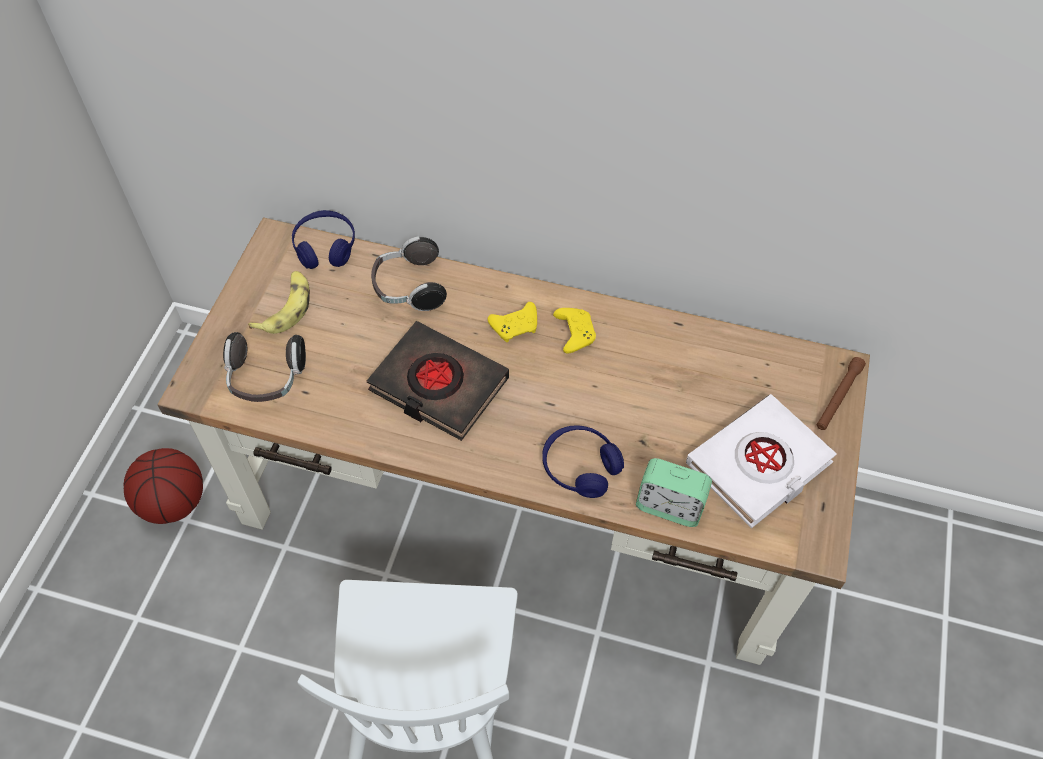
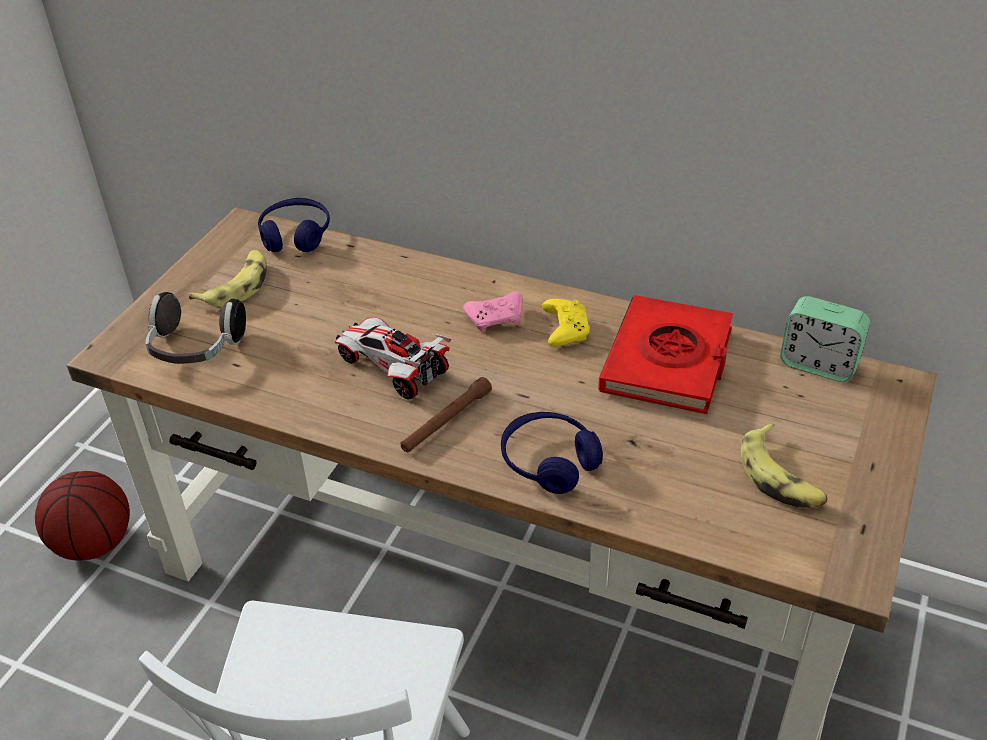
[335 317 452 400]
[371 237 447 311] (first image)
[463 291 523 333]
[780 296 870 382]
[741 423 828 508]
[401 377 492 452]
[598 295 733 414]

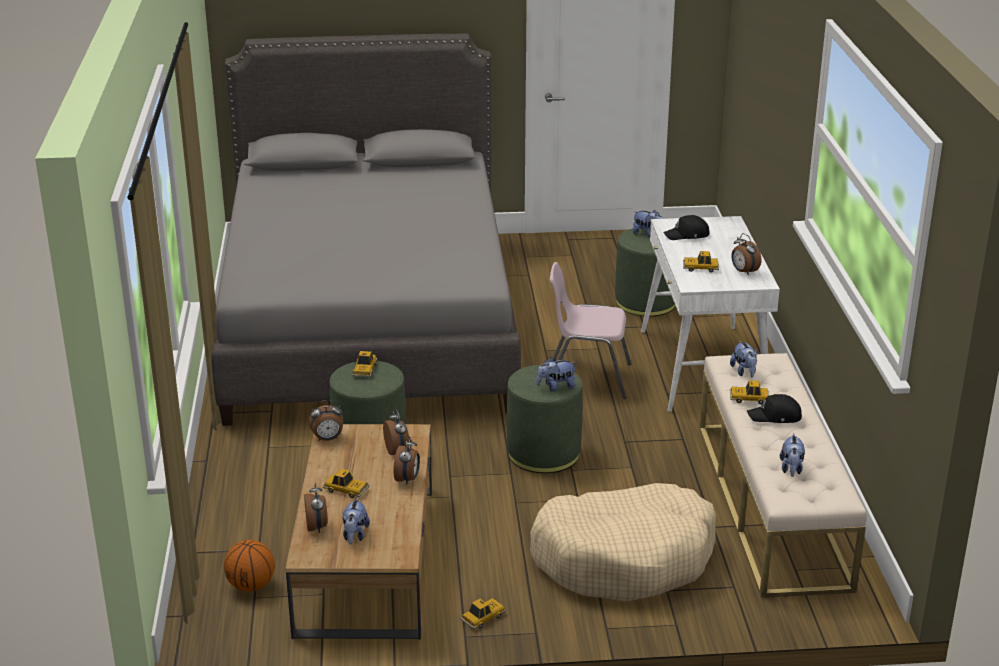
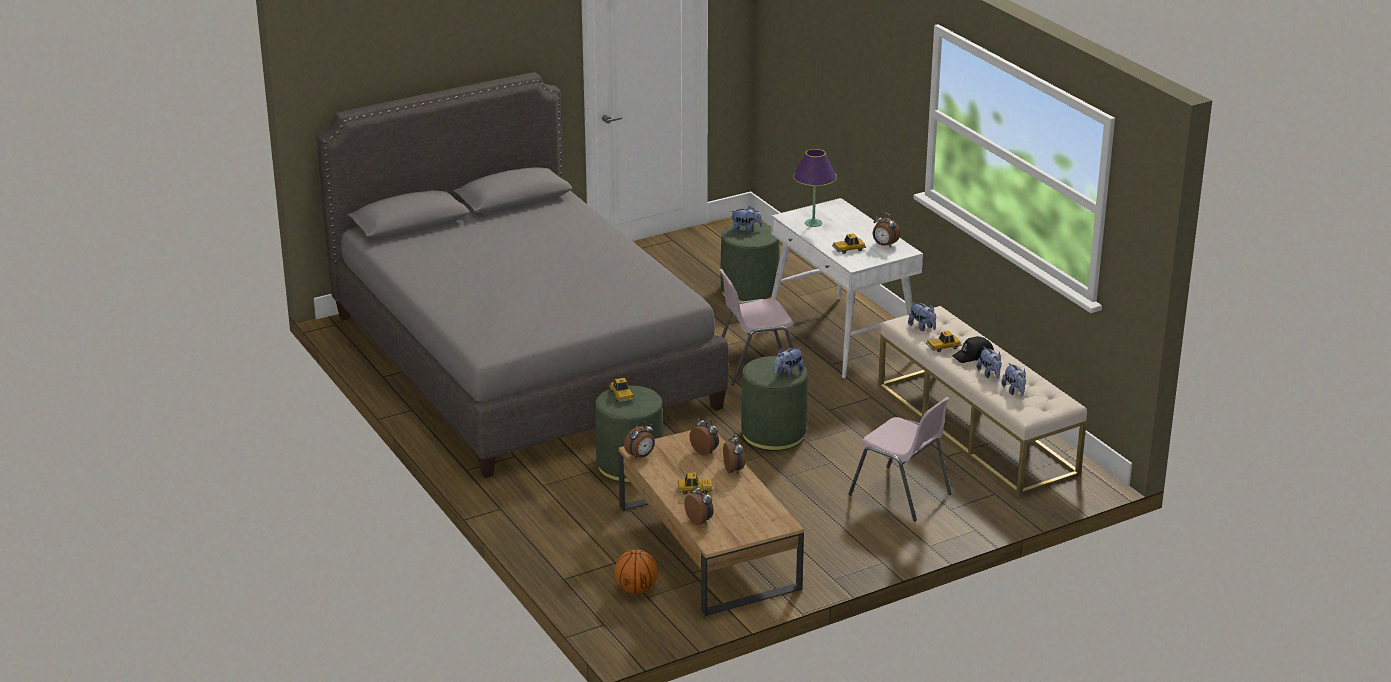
[976 347 1002 379]
[460 598 506 629] (first image)
[848 397 952 521]
[793 149 837 227]

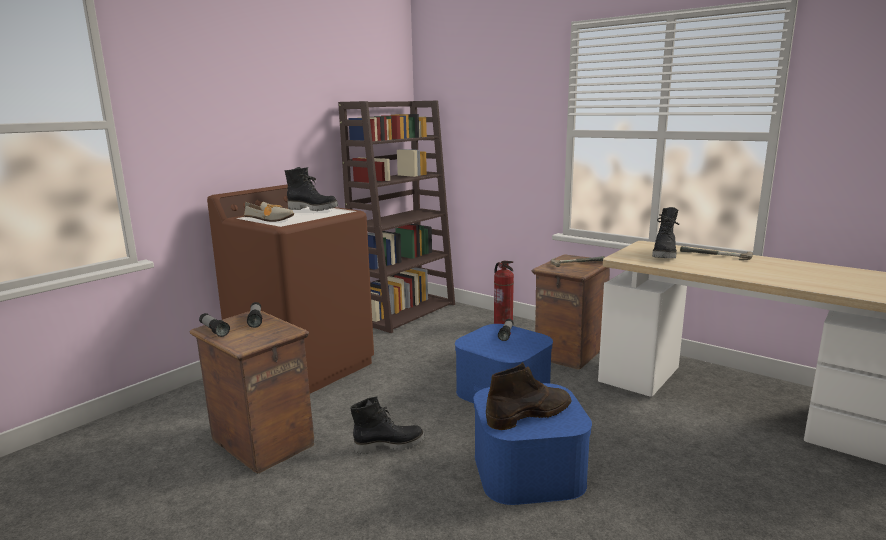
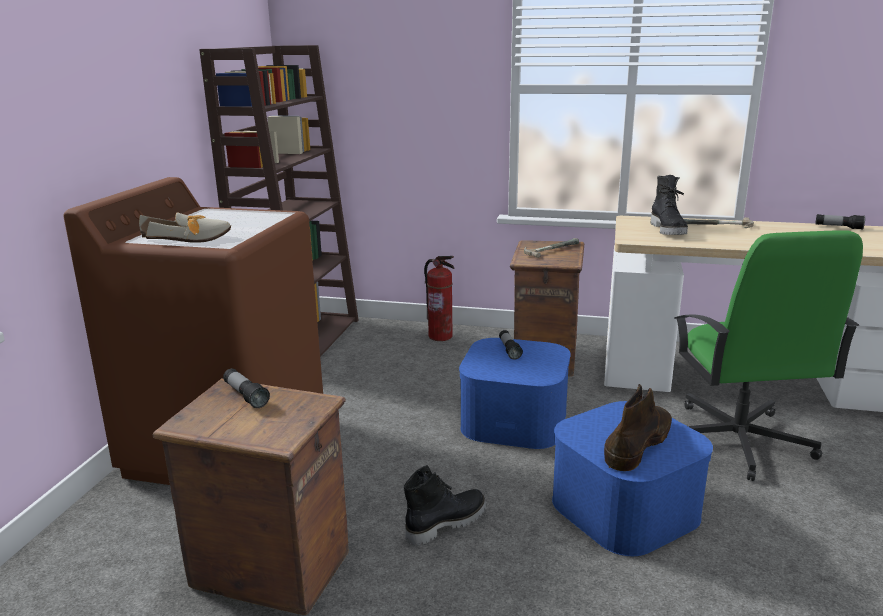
[816 214 865 230]
[285 167 338 211] (first image)
[675 230 863 481]

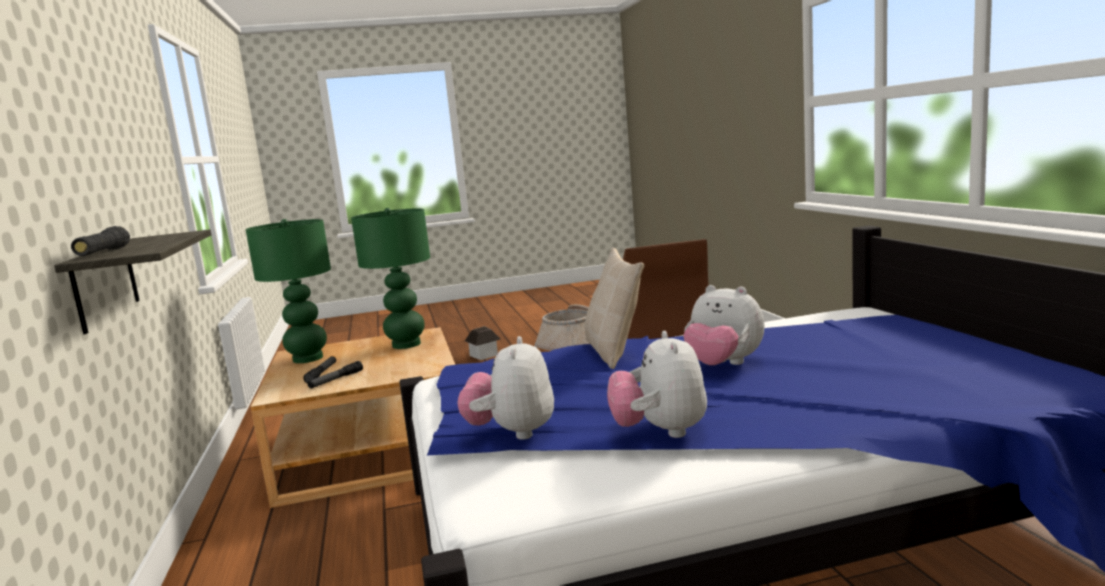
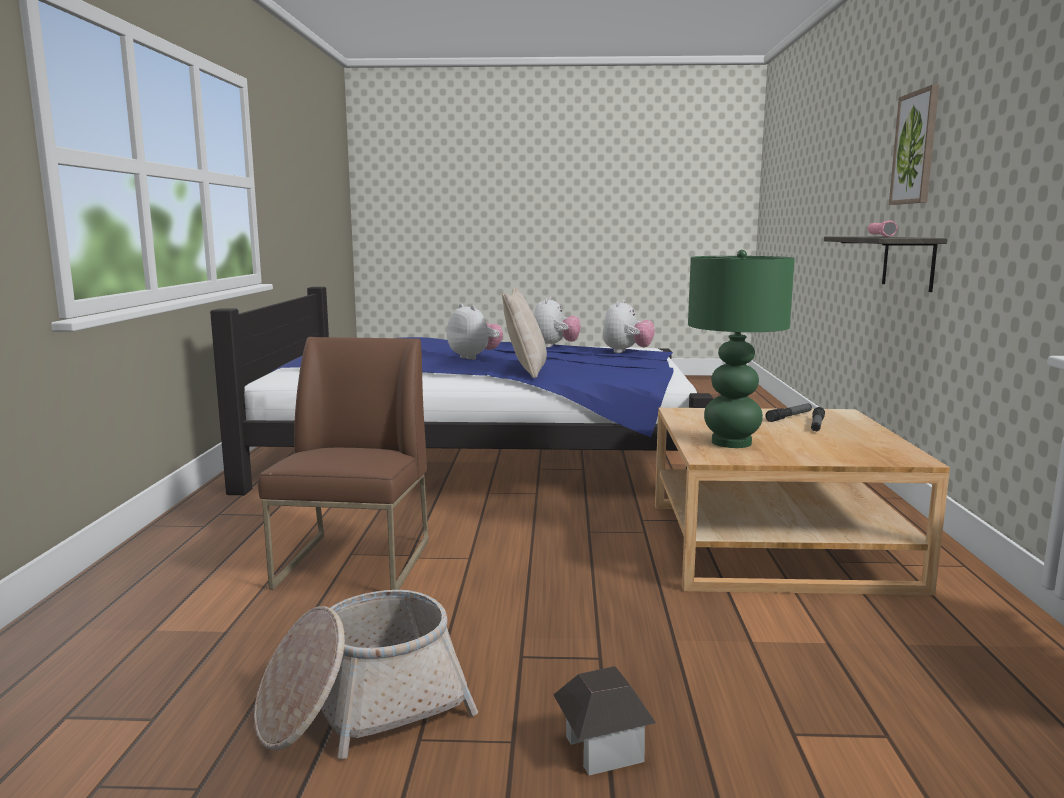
[868 220 898 237]
[246 219 331 363] (first image)
[889 84 939 205]

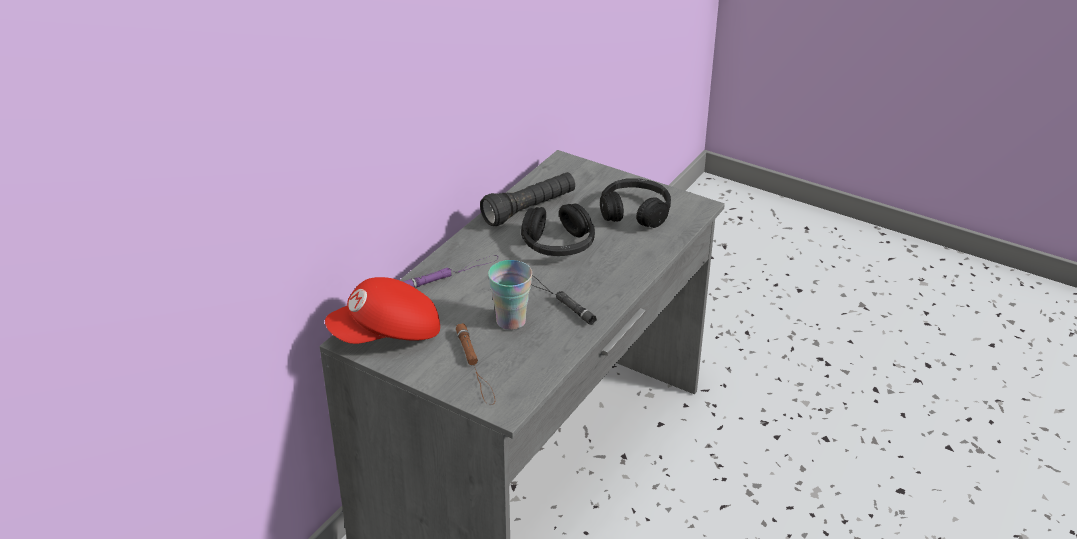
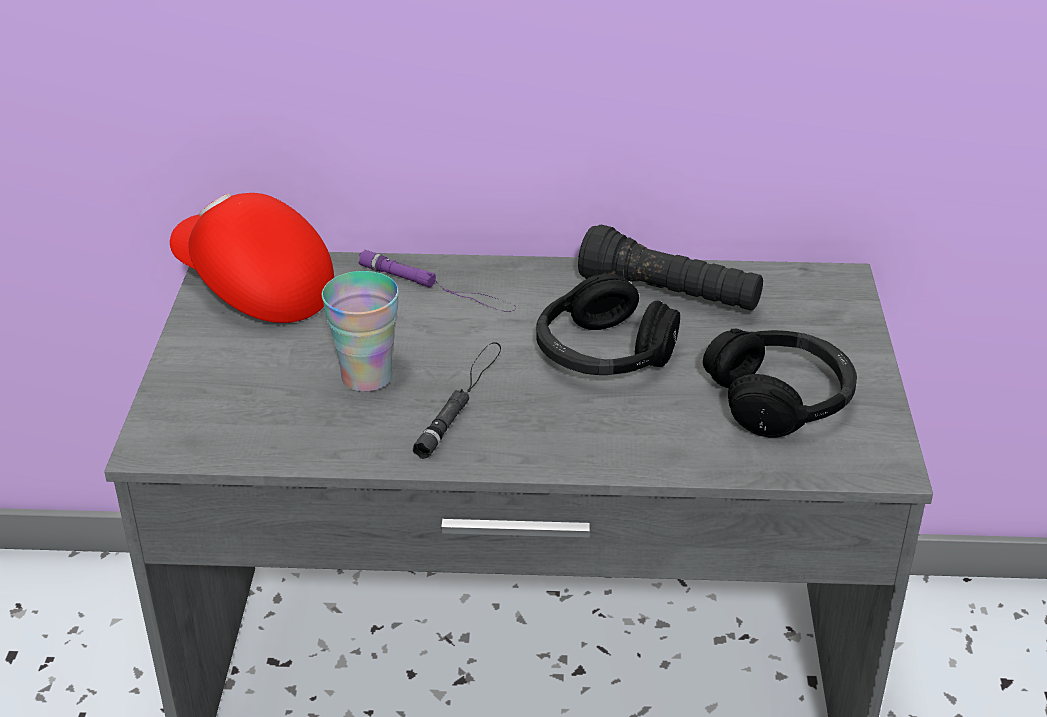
[456 323 495 405] (first image)

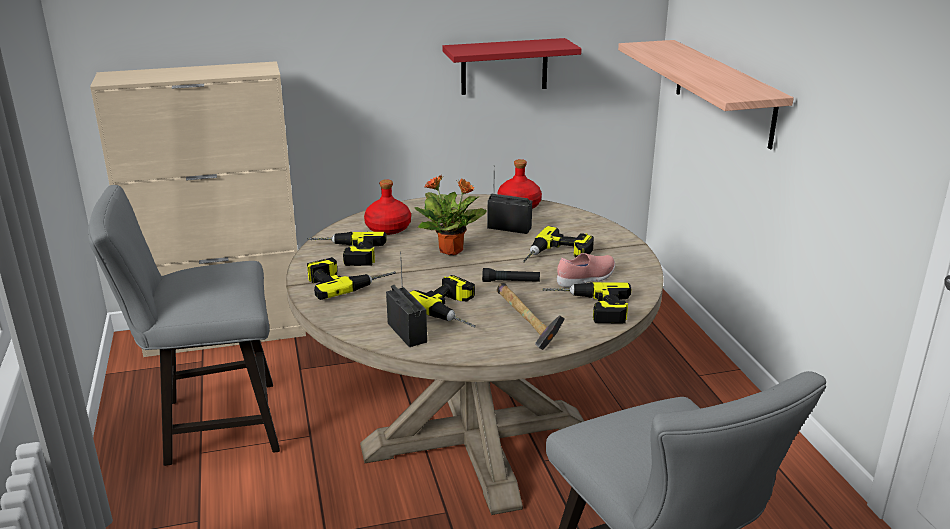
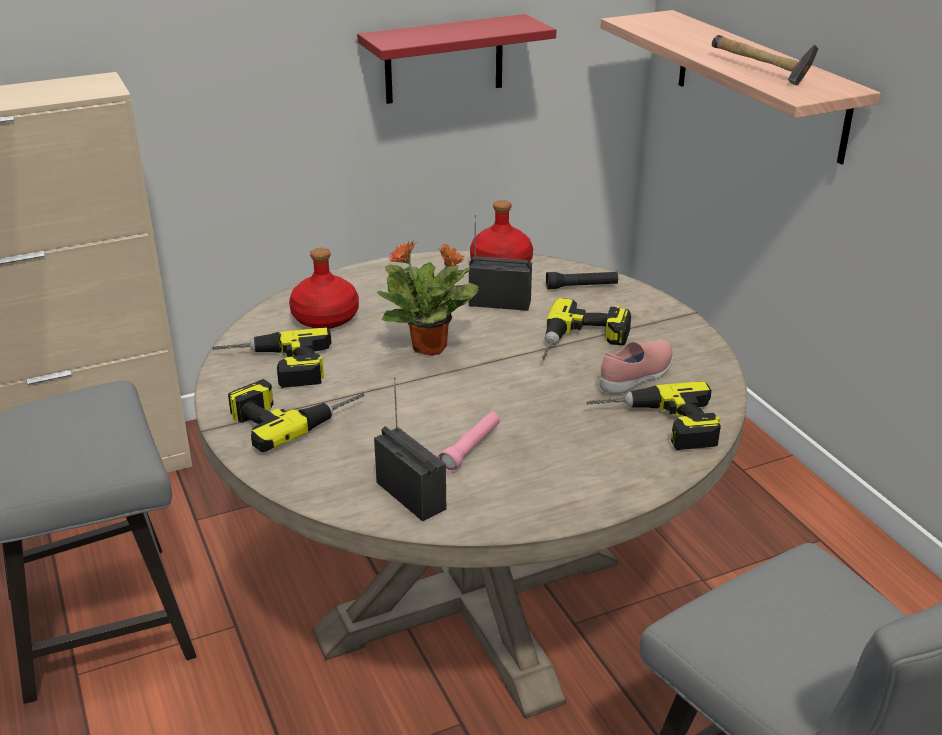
[438 412 500 472]
[546 272 618 289]
[712 35 818 85]

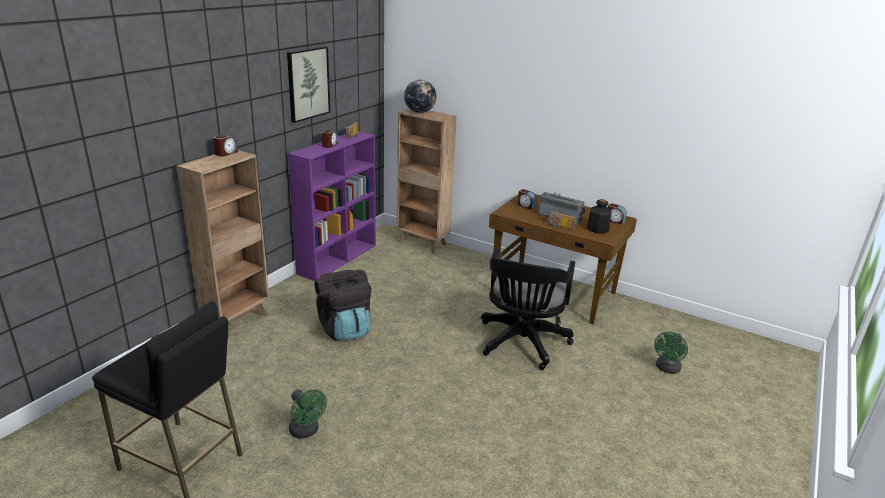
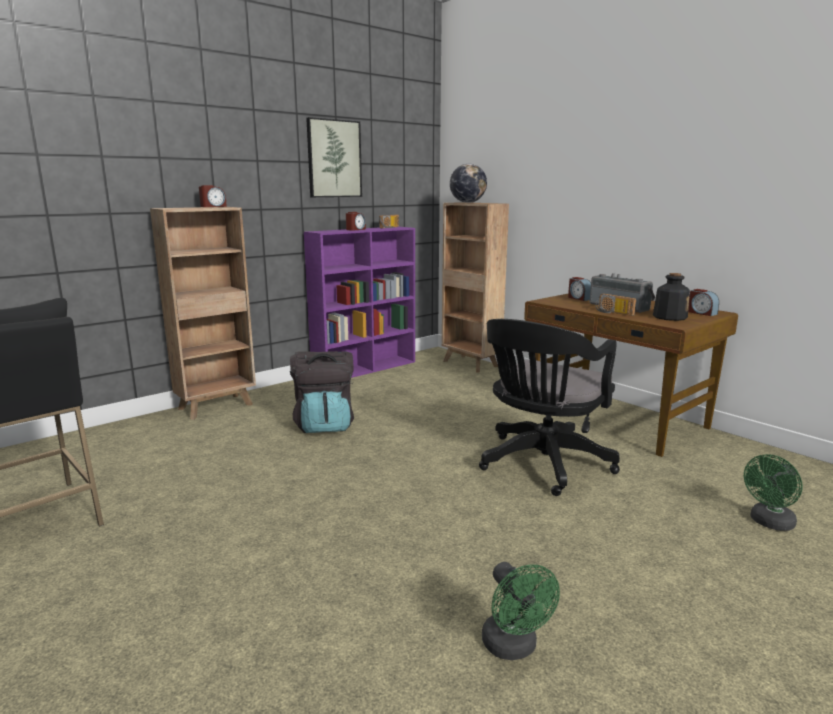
[482 562 560 660]

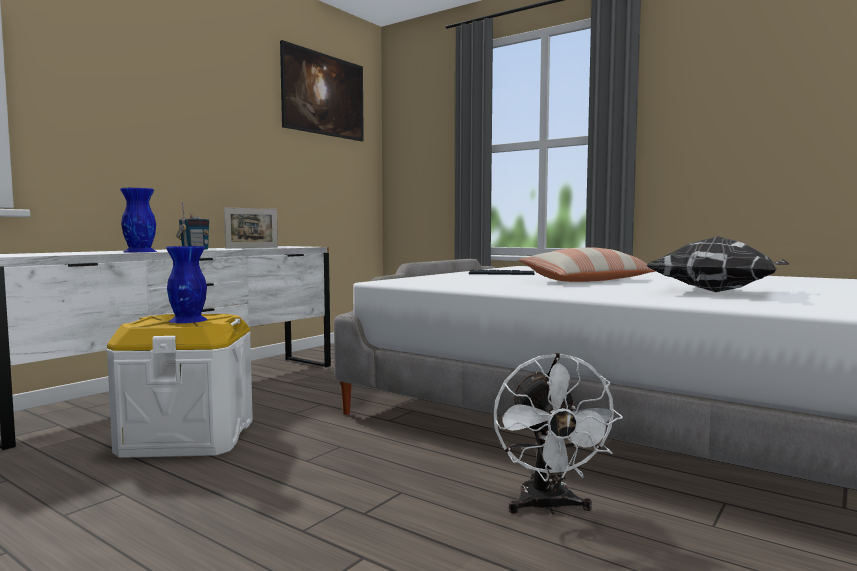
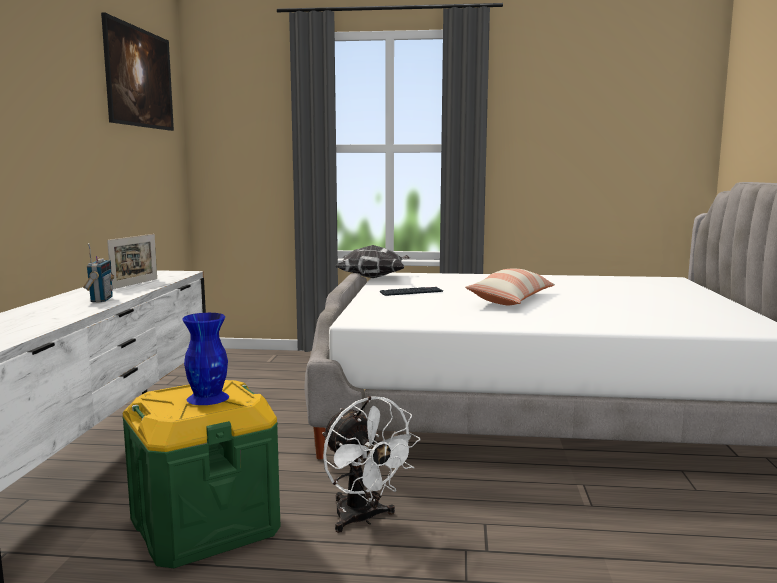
[122 380 281 568]
[120 188 157 252] (first image)
[322 396 421 533]
[336 245 410 278]

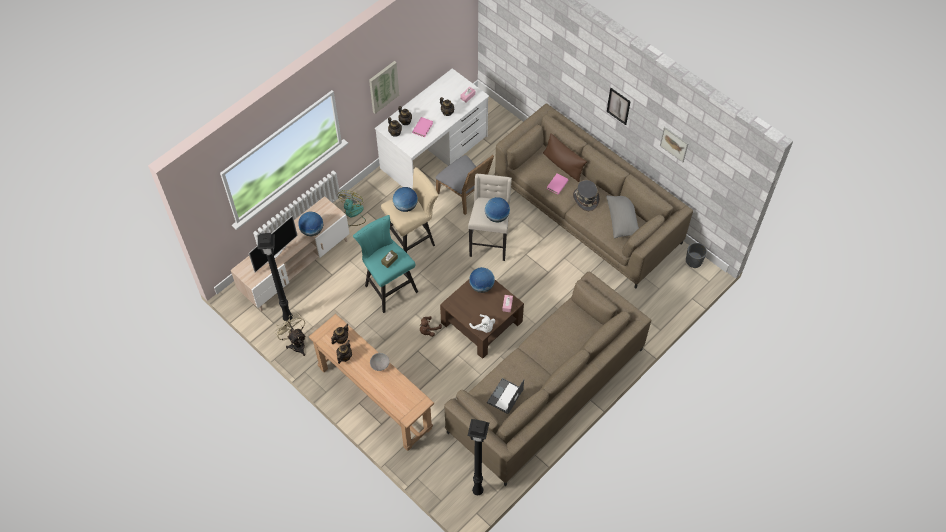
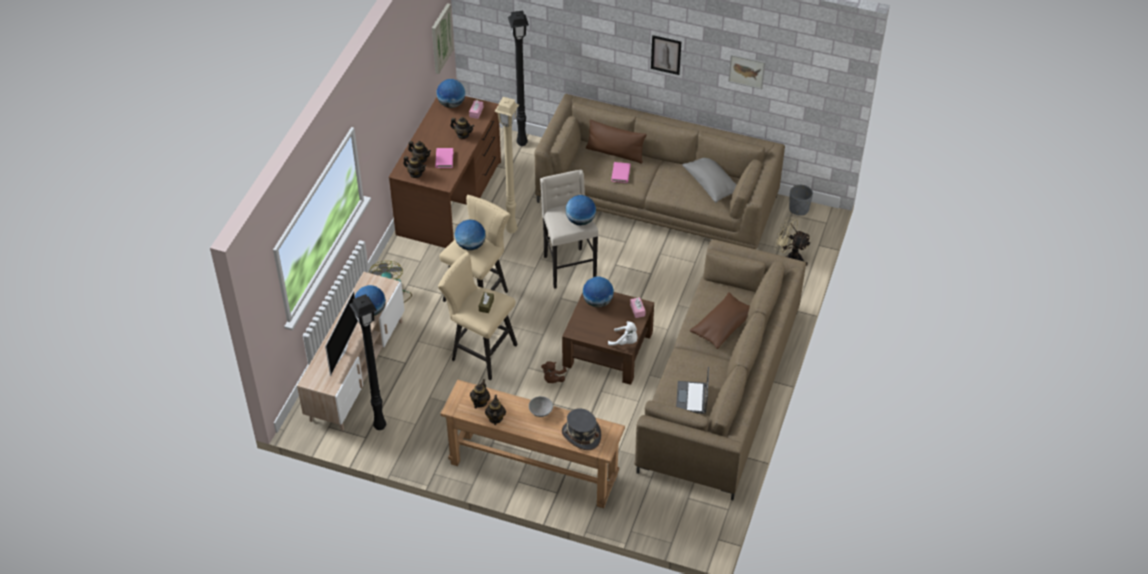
[775 217 810 266]
[438 252 518 380]
[432 3 454 74]
[389 96 501 248]
[495 97 519 233]
[508 11 529 146]
[562 408 601 450]
[436 79 465 108]
[690 292 750 349]

